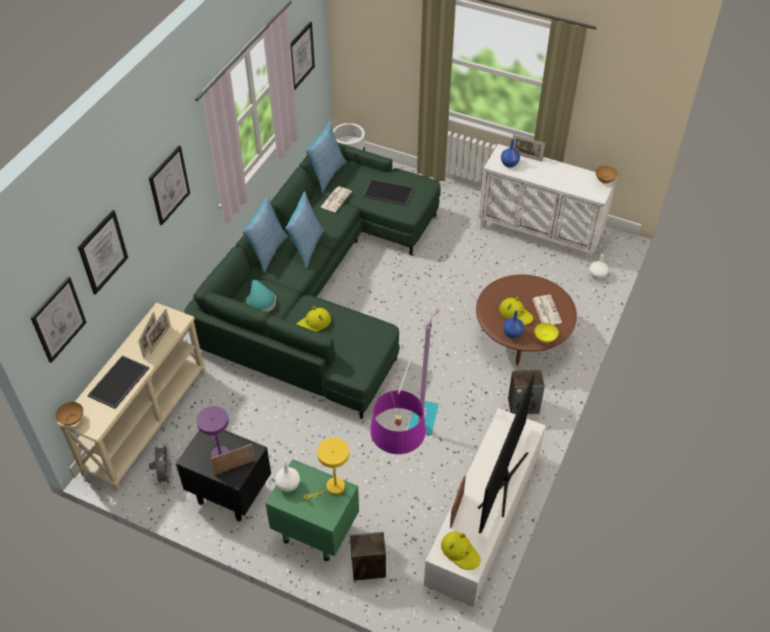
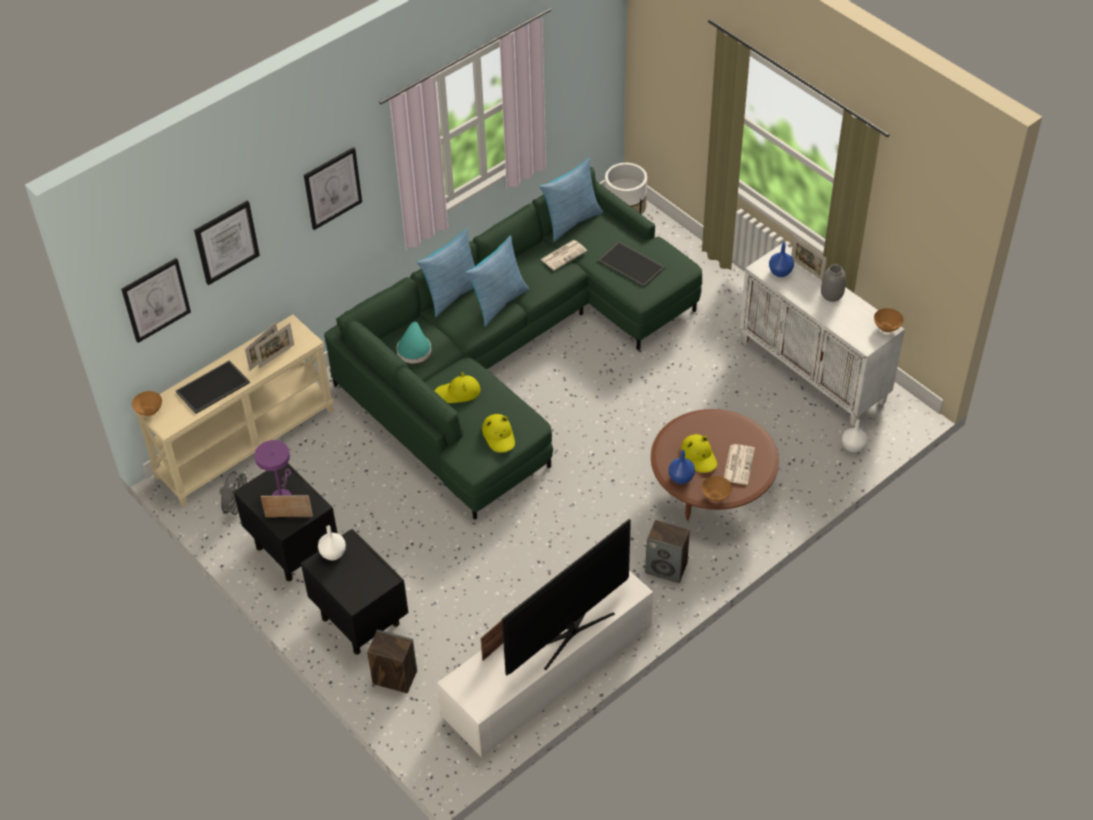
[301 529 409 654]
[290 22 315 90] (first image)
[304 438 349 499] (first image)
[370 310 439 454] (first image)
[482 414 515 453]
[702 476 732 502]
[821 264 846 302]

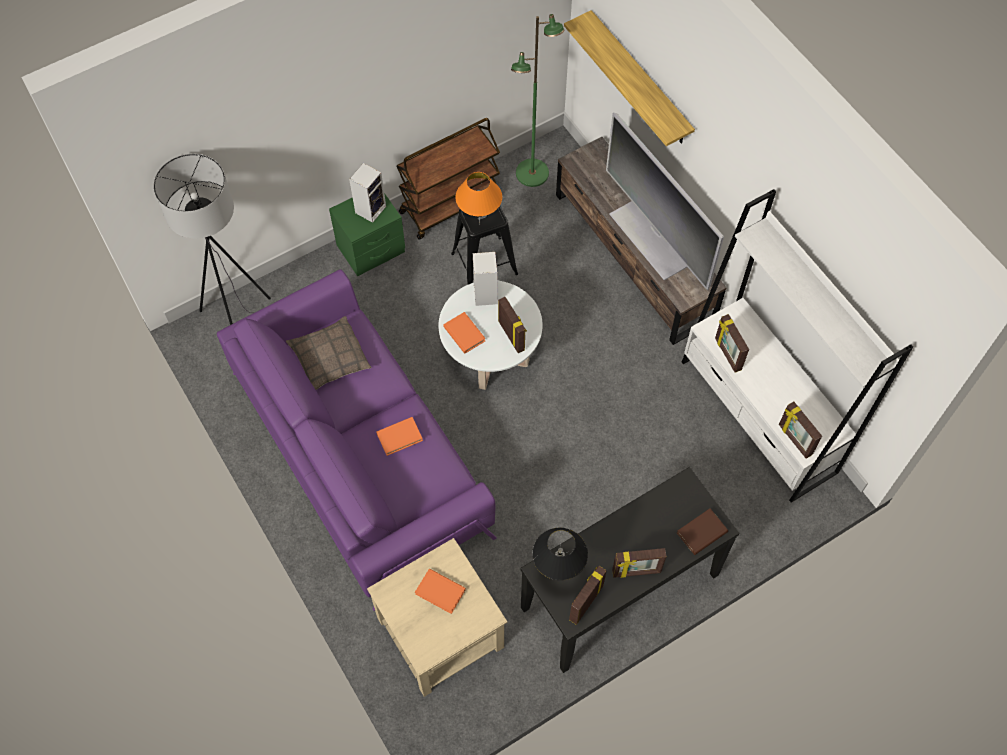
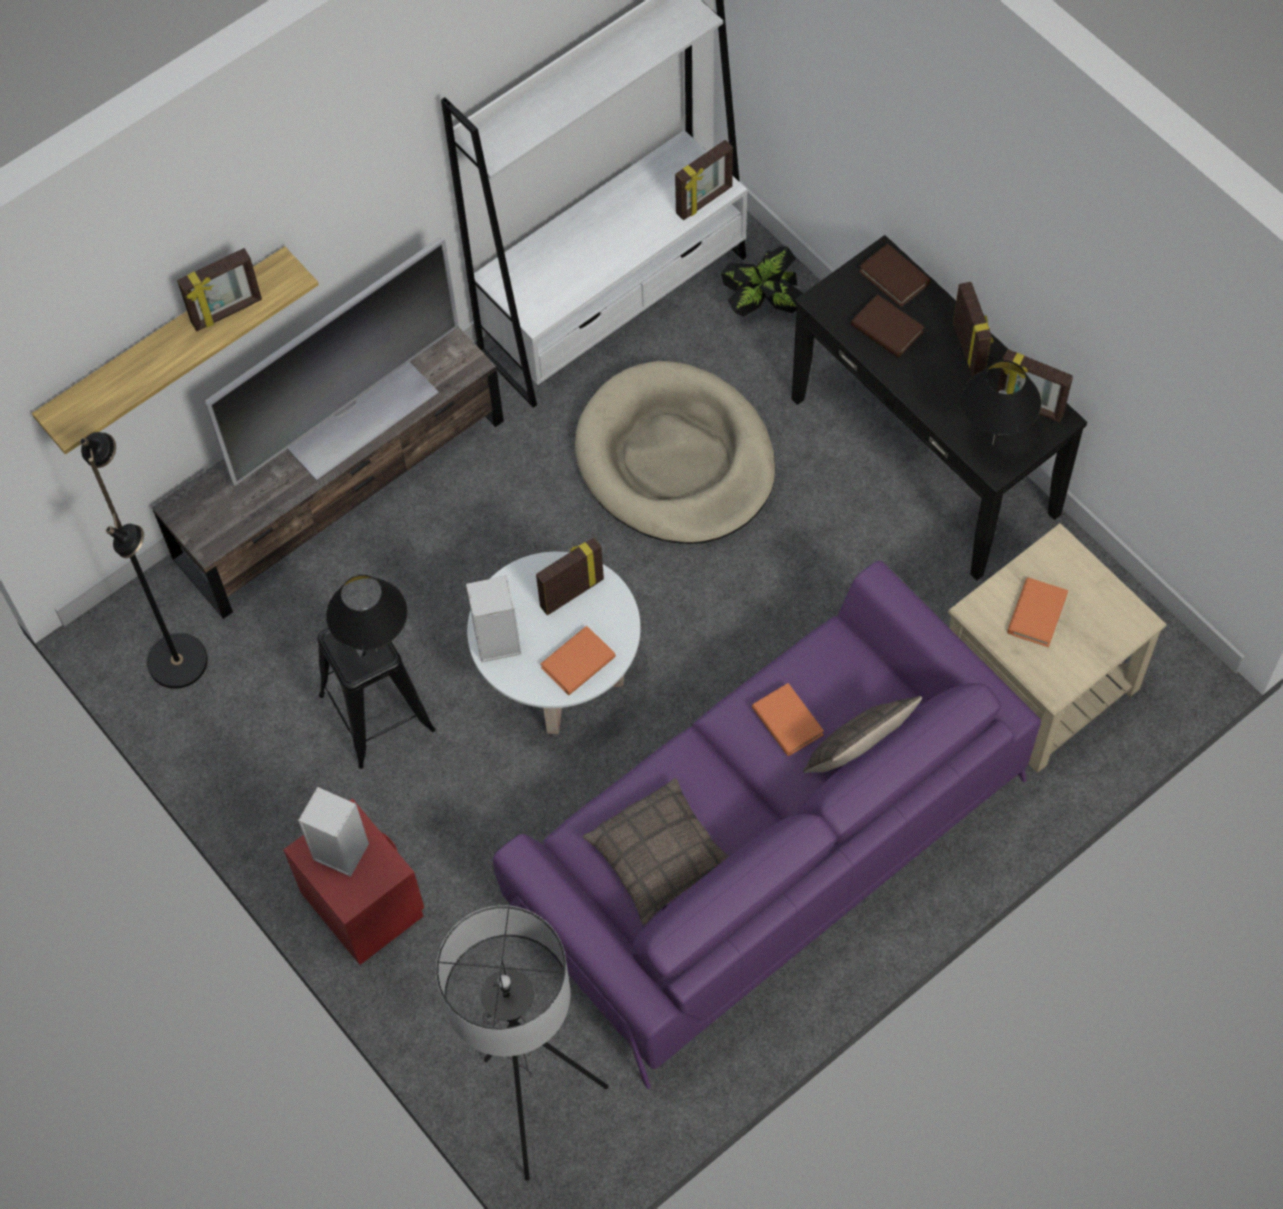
[283 798 424 965]
[396 118 500 239] (first image)
[326 575 407 652]
[80 432 208 689]
[177 248 262 331]
[575 361 776 544]
[721 246 803 317]
[803 696 922 773]
[851 294 924 358]

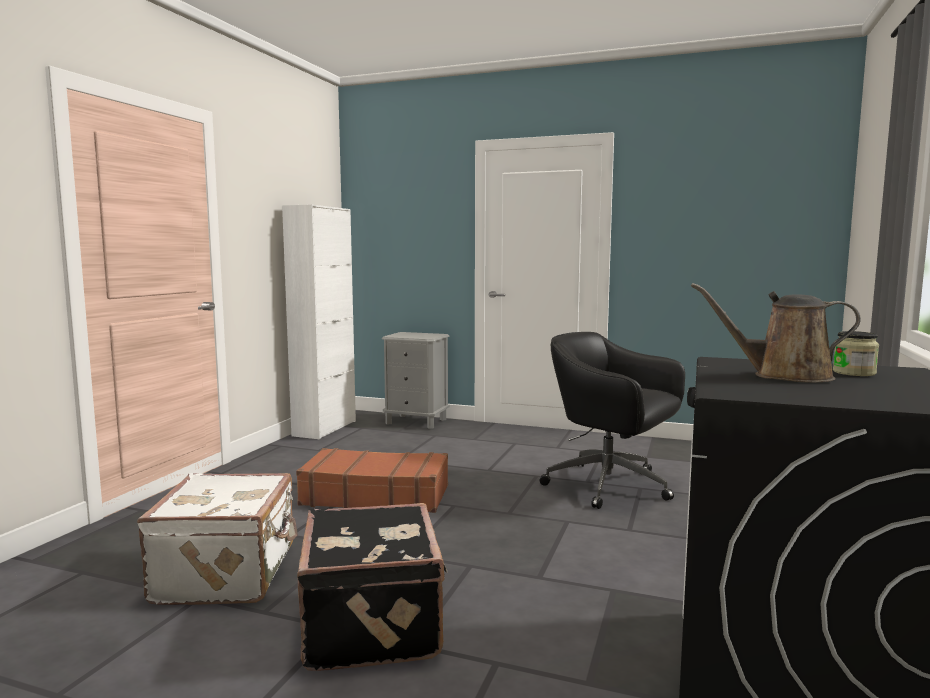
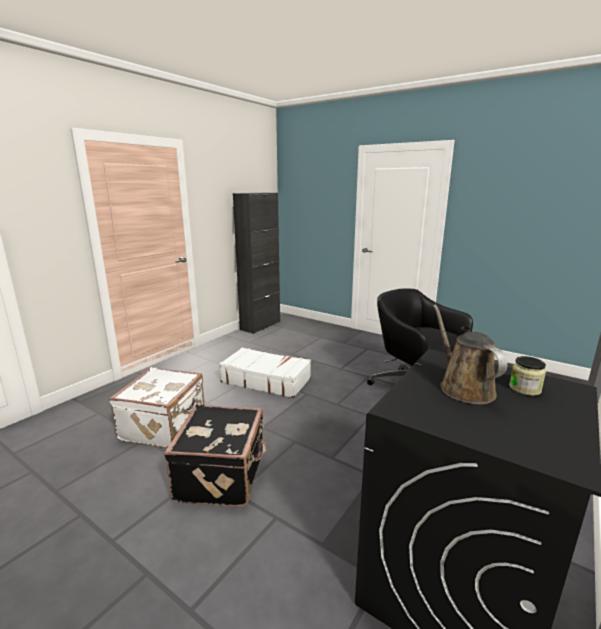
[233 193 280 334]
[219 348 311 398]
[382 332 450 429] (first image)
[433 305 507 404]

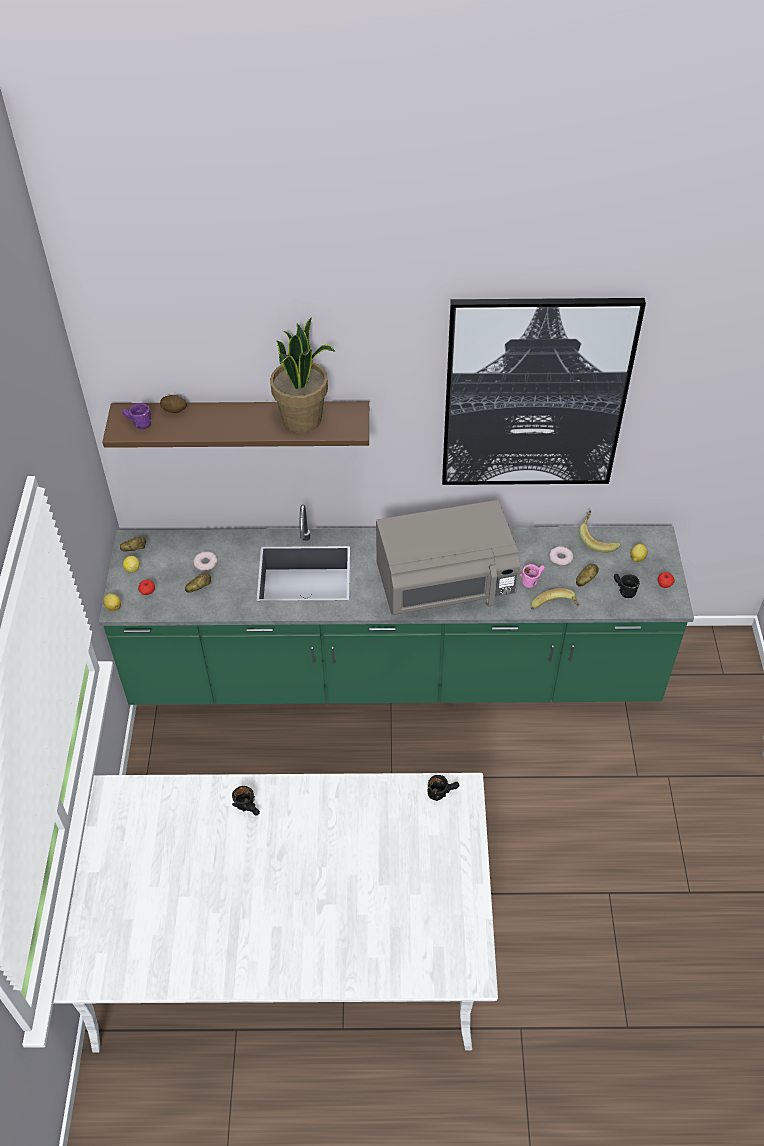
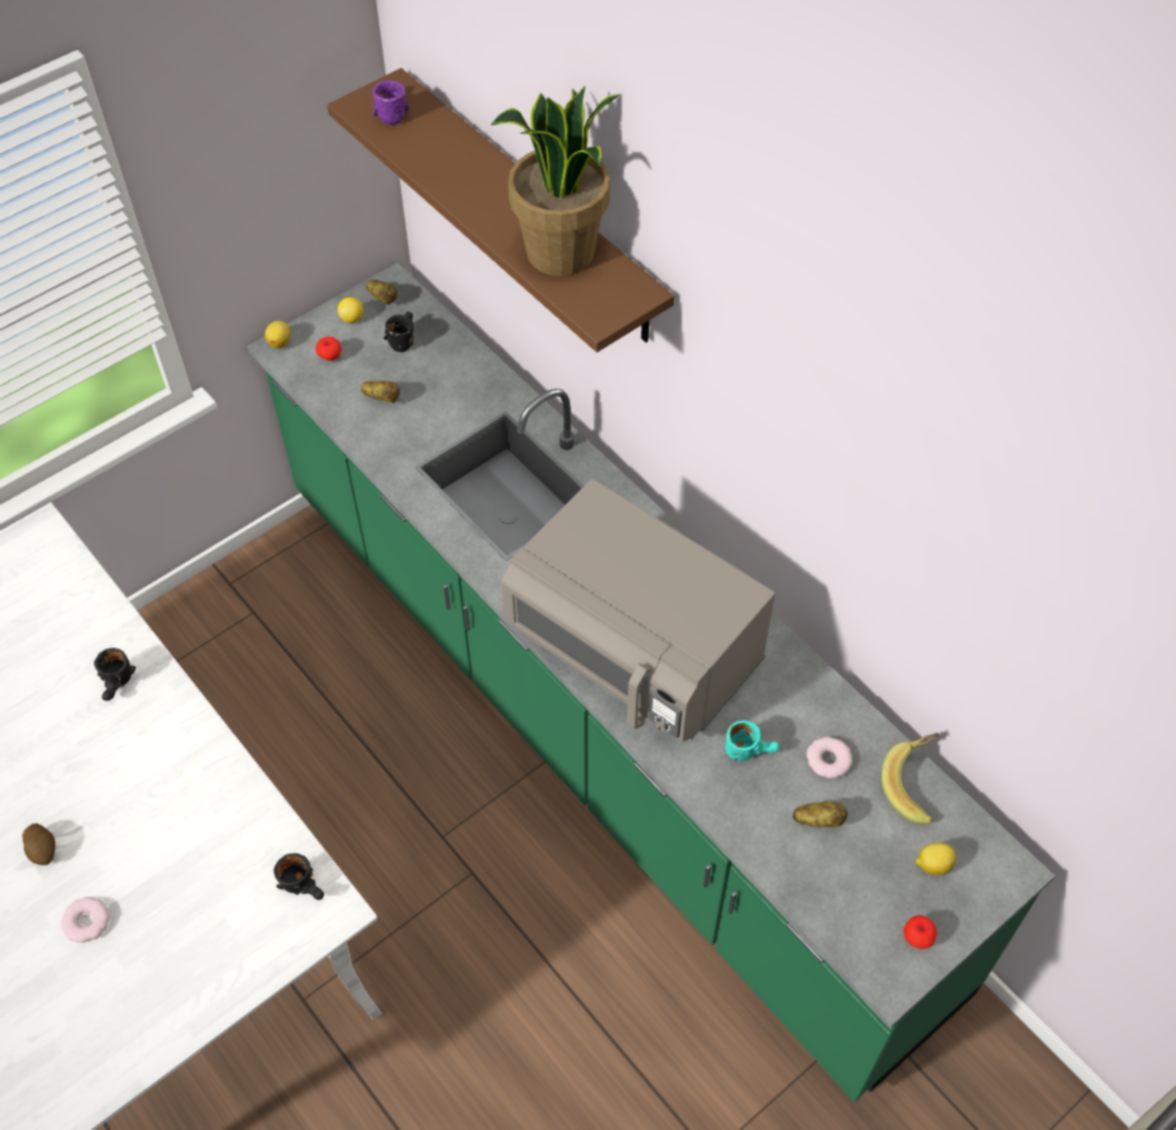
[22 823 55 865]
[61 897 110 943]
[442 298 646 485] (first image)
[725 720 779 761]
[531 588 579 610] (first image)
[383 312 414 352]

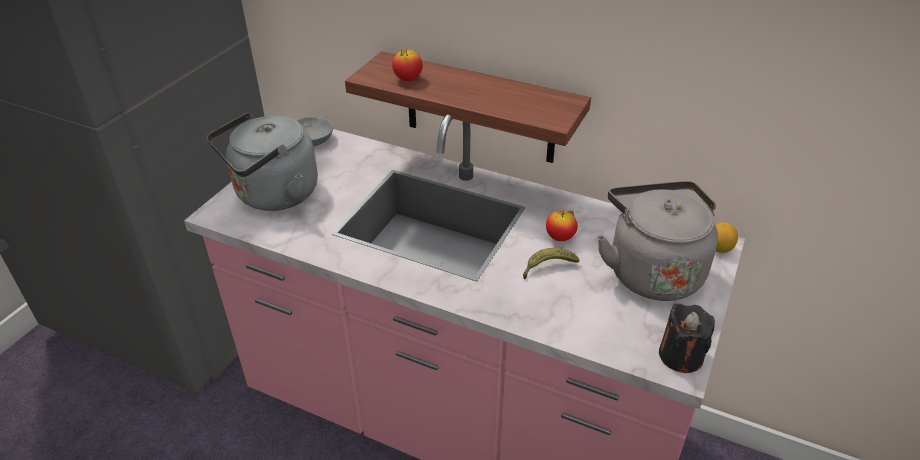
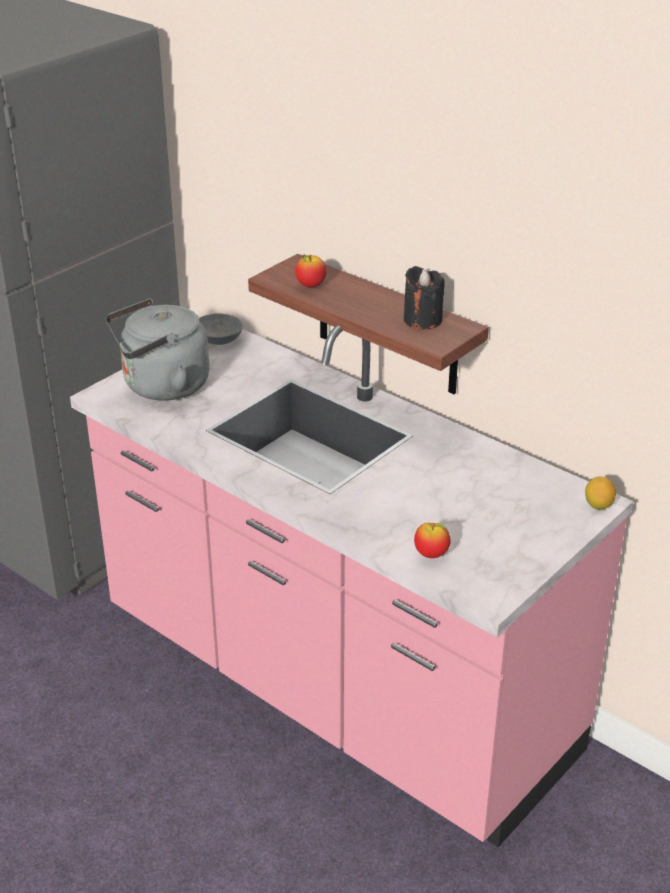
[523 248 579 279] (first image)
[414 523 451 558]
[597 181 718 301] (first image)
[404 266 444 330]

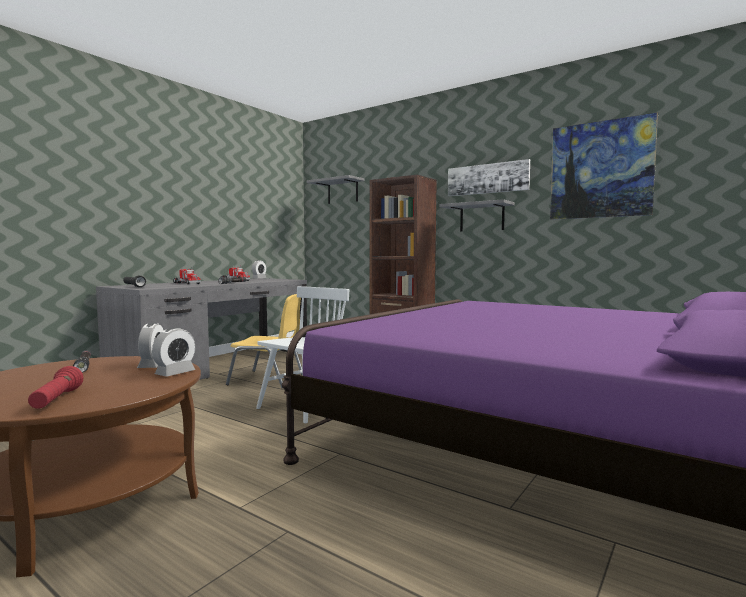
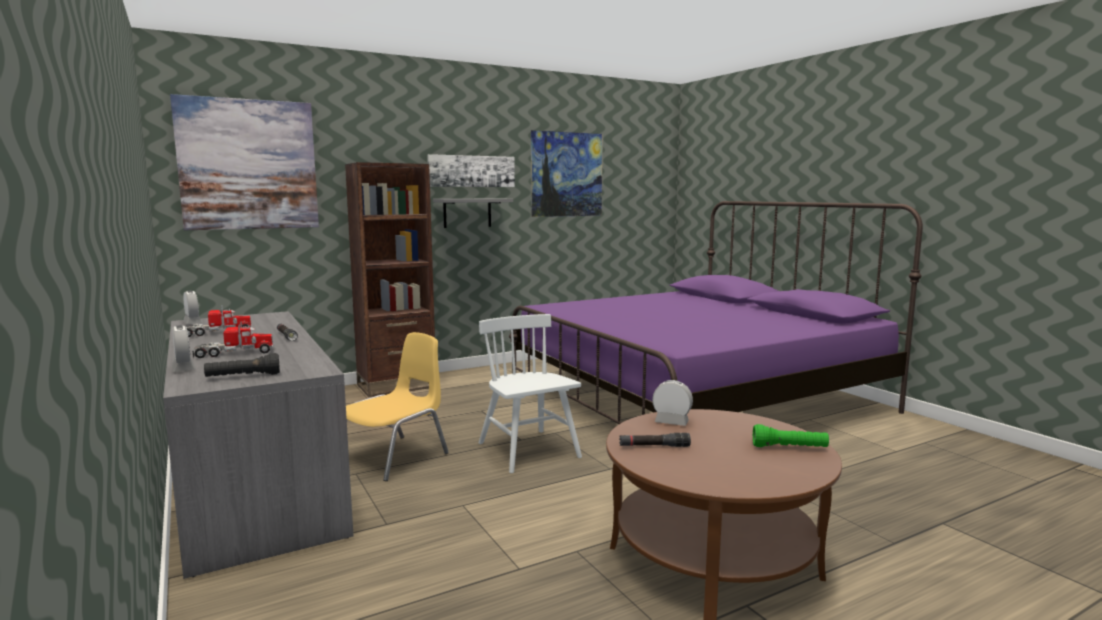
[753 424 829 447]
[172 325 196 372]
[170 94 319 230]

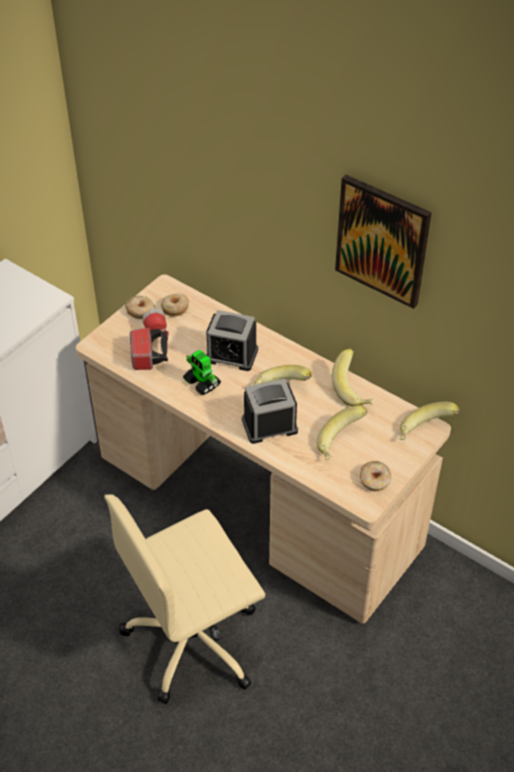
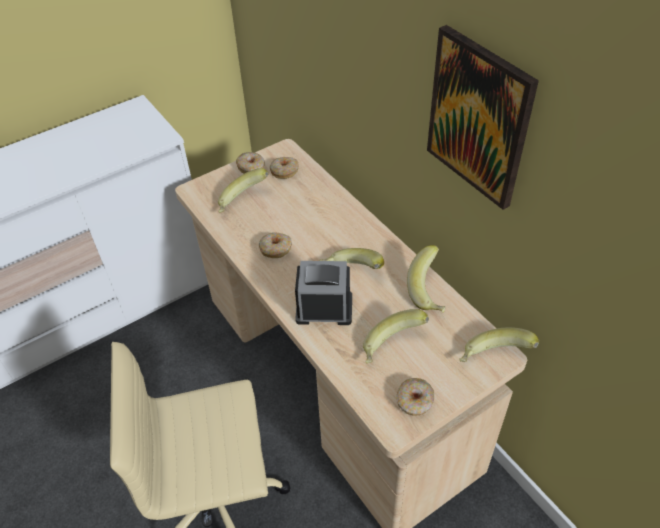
[218 168 268 213]
[259 233 292 258]
[206 310 258 371] (first image)

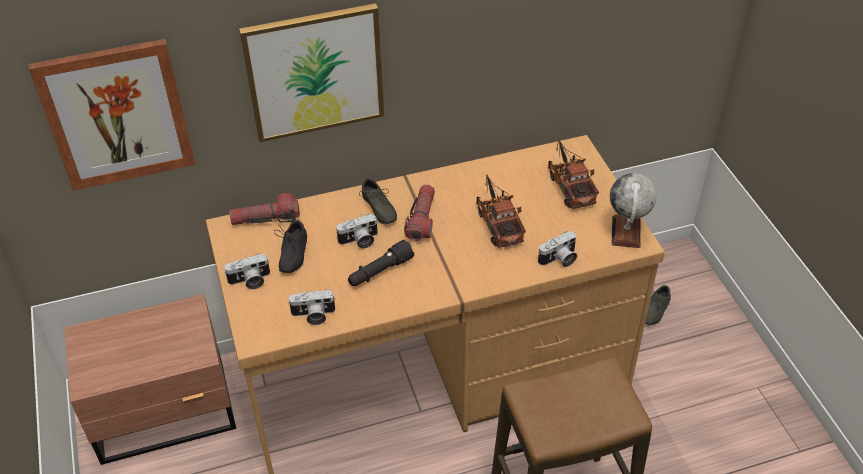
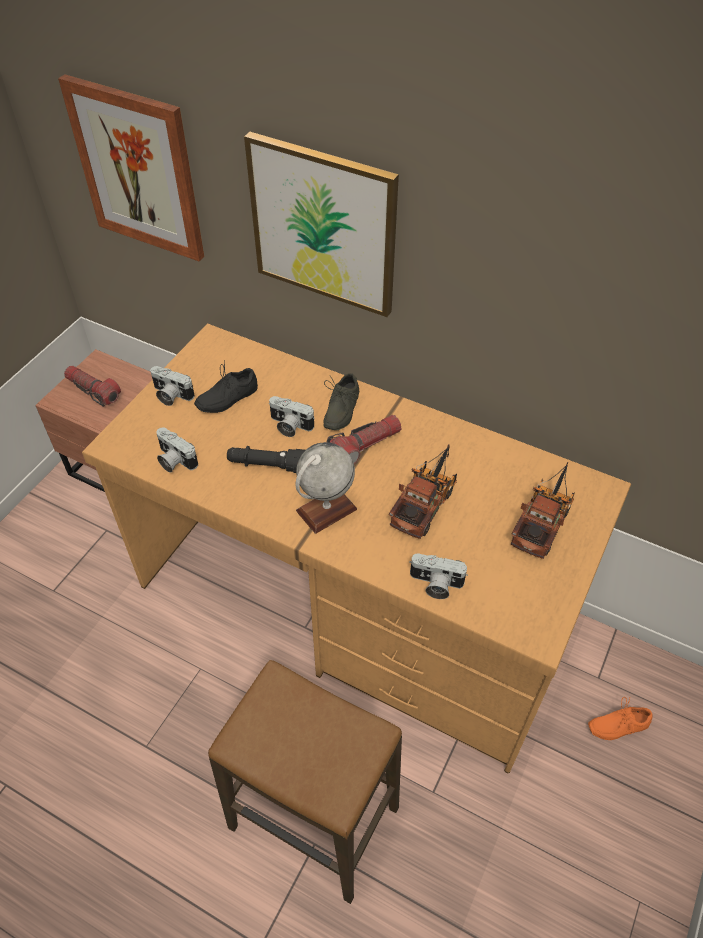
[64 366 121 407]
[295 442 357 534]
[588 697 653 740]

